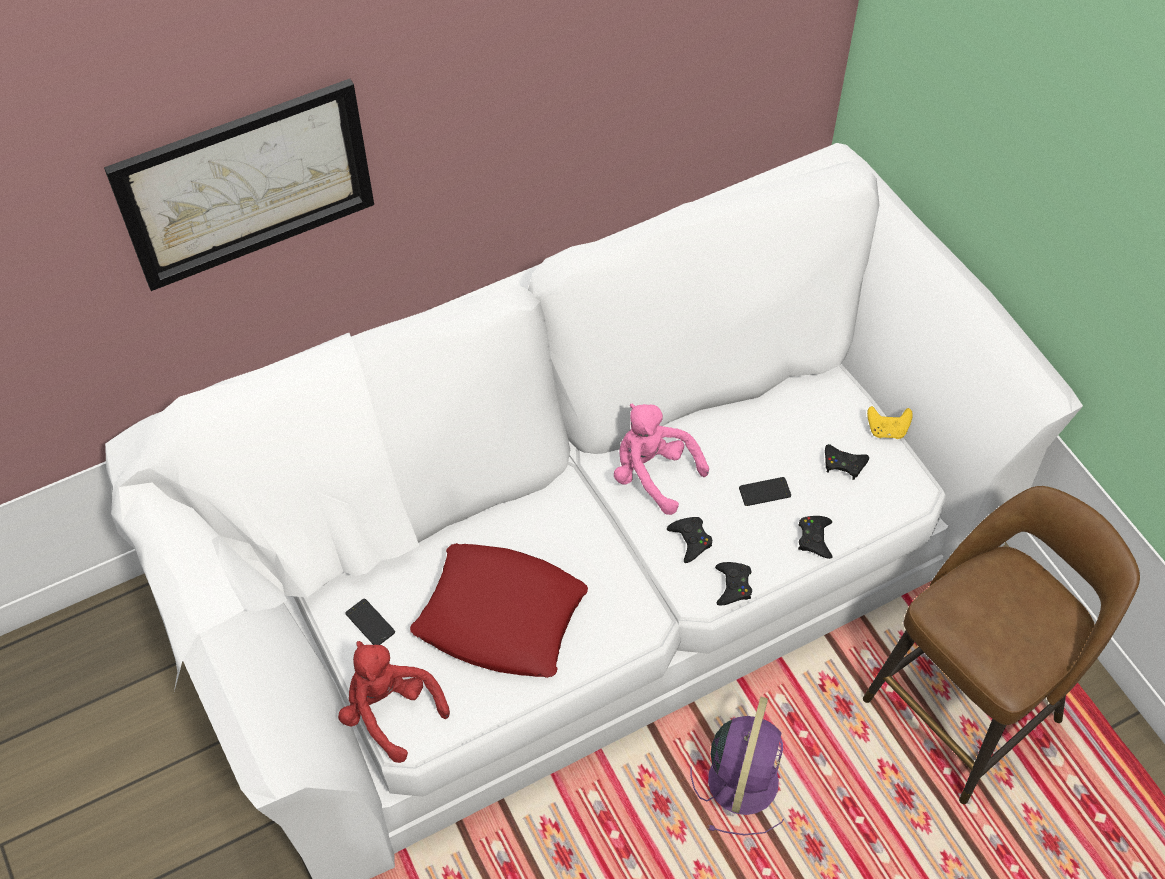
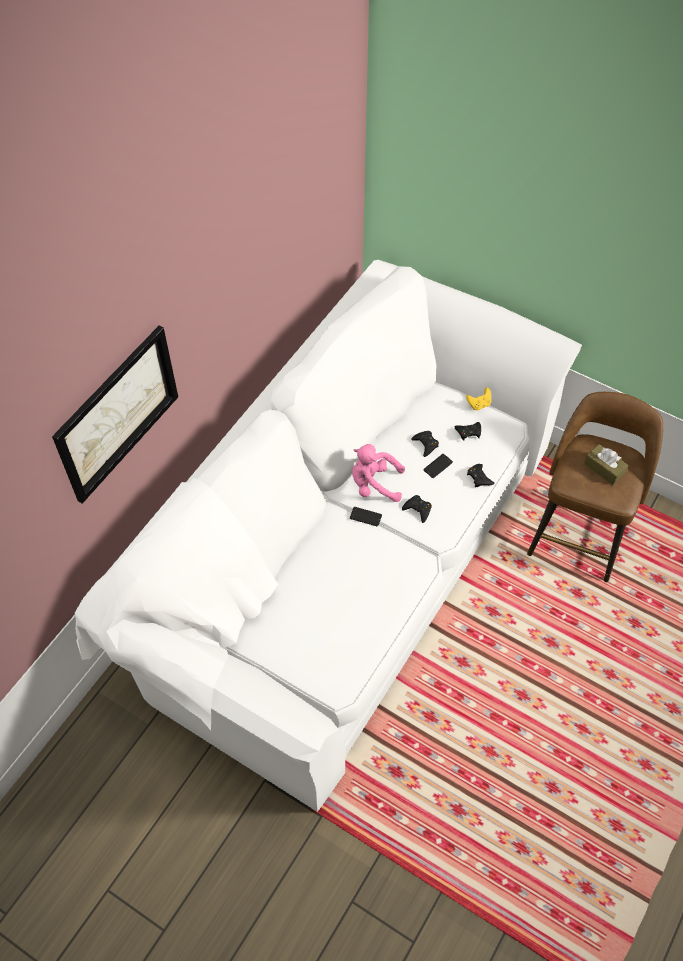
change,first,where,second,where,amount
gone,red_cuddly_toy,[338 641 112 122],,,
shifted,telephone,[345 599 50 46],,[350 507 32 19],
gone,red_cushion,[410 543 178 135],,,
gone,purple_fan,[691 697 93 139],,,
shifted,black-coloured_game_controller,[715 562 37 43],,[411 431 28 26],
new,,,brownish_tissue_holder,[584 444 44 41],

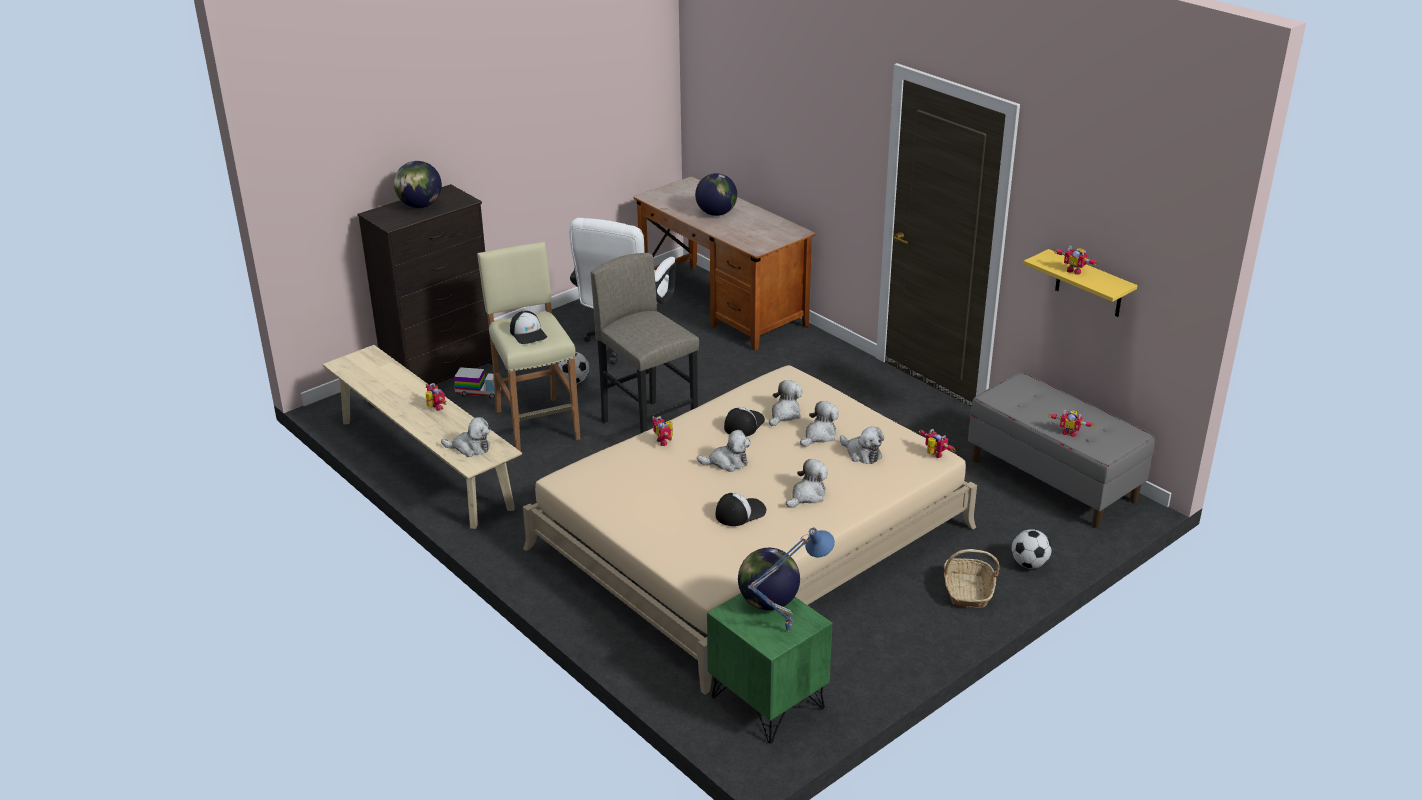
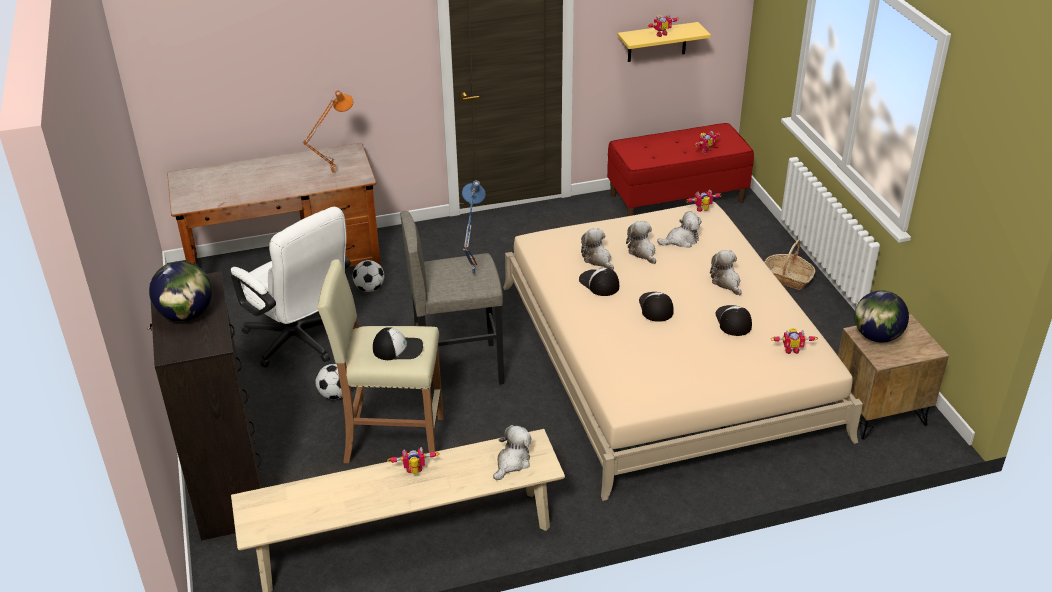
change,first,where,second,where,amount
gone,toy_truck,[454 367 48 32],,,
shifted,robot_figure,[652 416 21 30],,[771 328 47 26],
gone,desk_globe,[695 173 42 43],,,
swapped,cuddly_toy,[697 430 54 42],cap,[639 292 35 30],
repainted,green_nightstand,[707 593 125 151],brownish_nightstand,[838 314 111 126],
shifted,blue_lamp_for_a_table,[748 528 87 104],,[462 180 24 95],
repainted,gray_bench,[968 372 187 156],red_bench,[607 123 147 93],
shifted,football_ball,[1012 529 40 40],,[353 260 31 32],
new,,,orangey_lamp_for_a_table,[302 90 51 84],

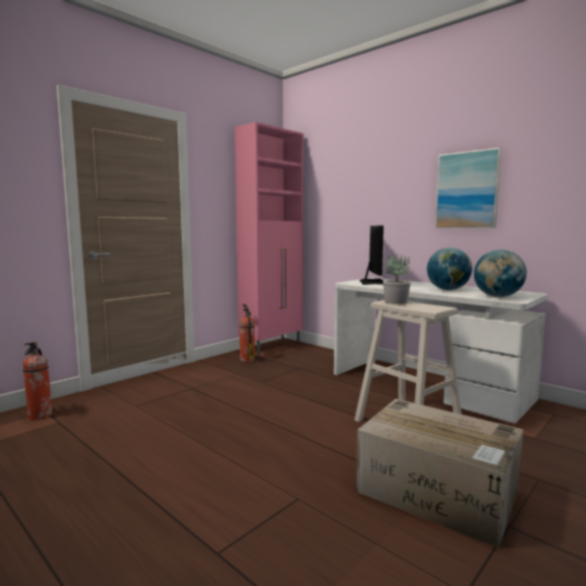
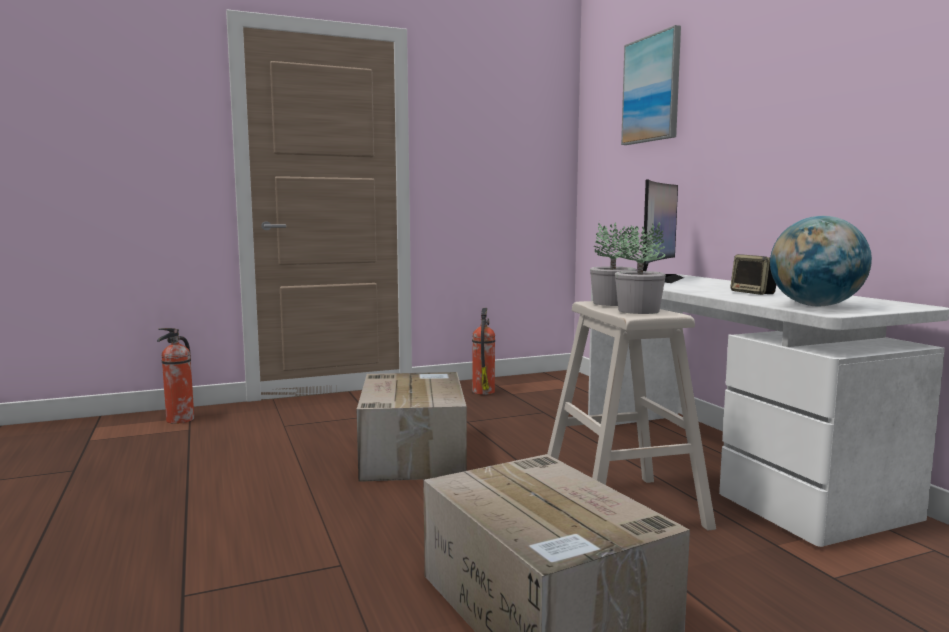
change,first,where,second,where,amount
gone,pink-coloured_cupboard,[235 122 68 233],,,
swapped,desk_globe,[427 247 45 43],loudspeaker,[730 254 46 41],
shifted,picture,[435 148 66 80],,[621 25 60 120],
new,,,carton,[357 372 110 110],
new,,,plant_in_a_pot,[615 222 51 92],

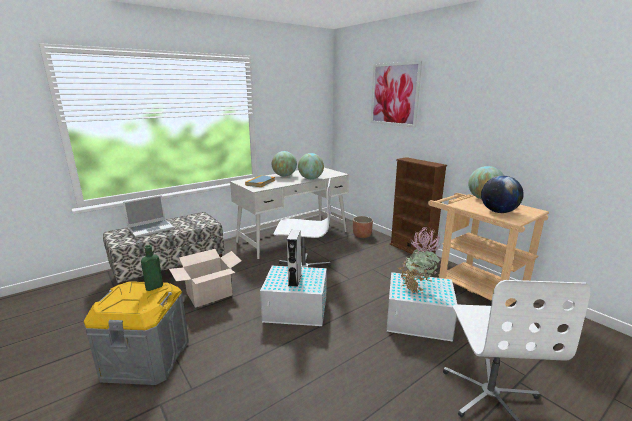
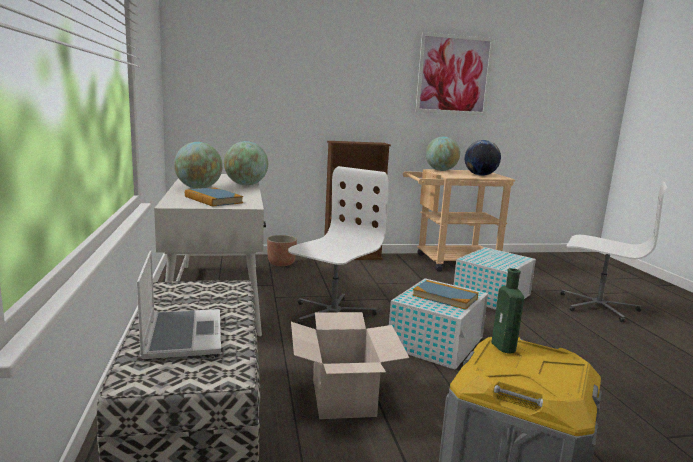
change,first,where,second,where,amount
swapped,gray_loudspeaker,[287 230 15 57],volume,[413 280 65 30],
shifted,picture,[371 61 51 66],,[415 32 79 83],
gone,plant_in_a_pot,[397 227 44 67],,,

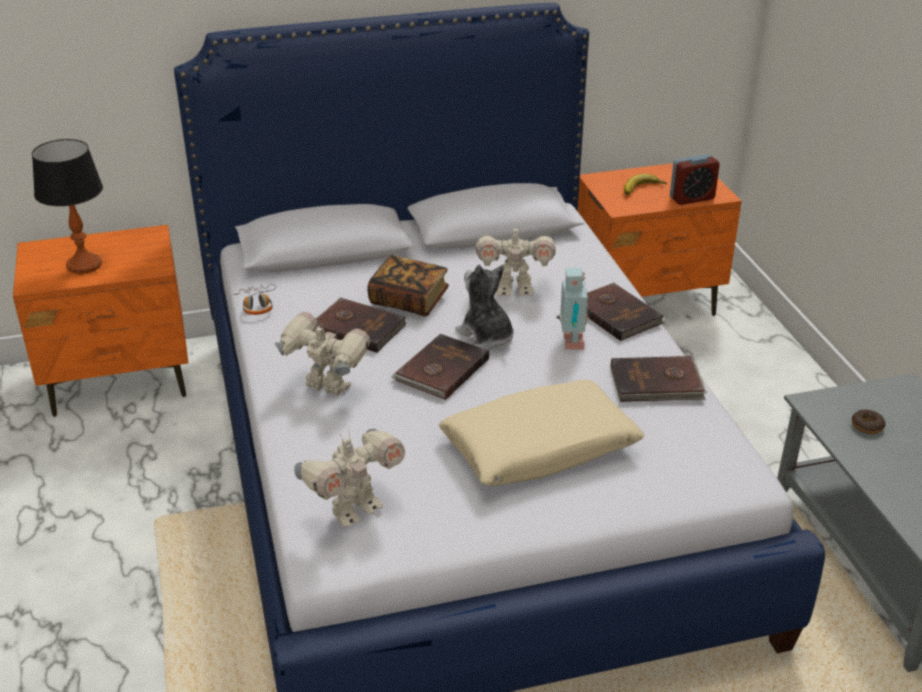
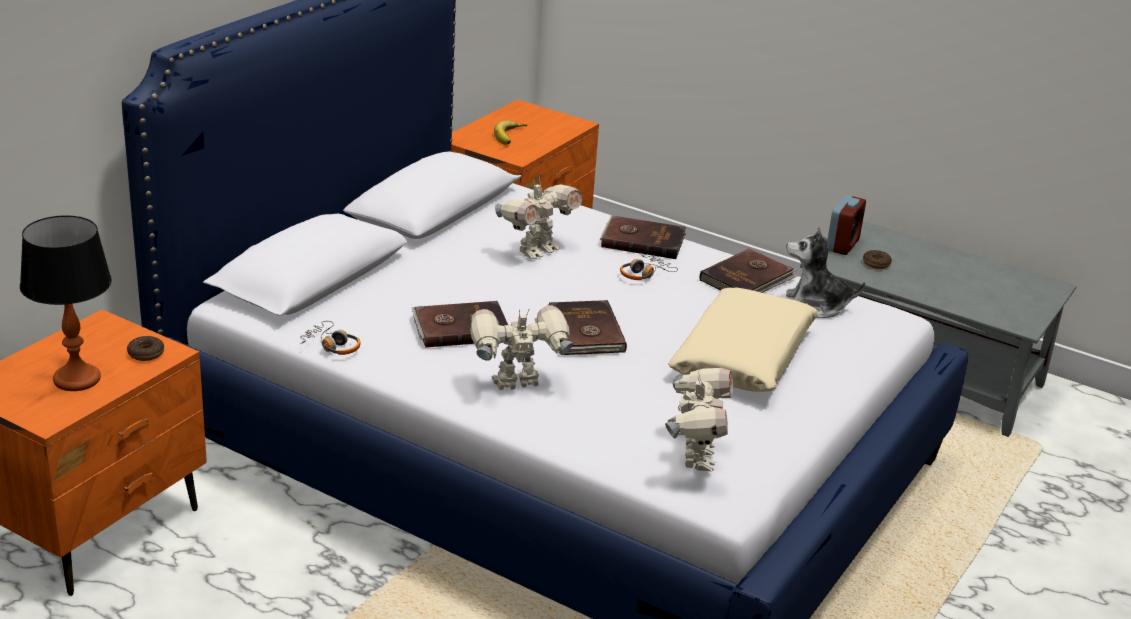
change,first,where,second,where,amount
gone,volume,[367 255 82 61],,,
shifted,cuddly_toy,[455 265 59 85],,[786 227 79 91],
swapped,robot_figure,[556 268 33 82],pair_of_headphones,[620 255 58 25],
shifted,alarm_clock,[670 154 50 51],,[828 195 38 60],
new,,,donut,[127 336 37 25],

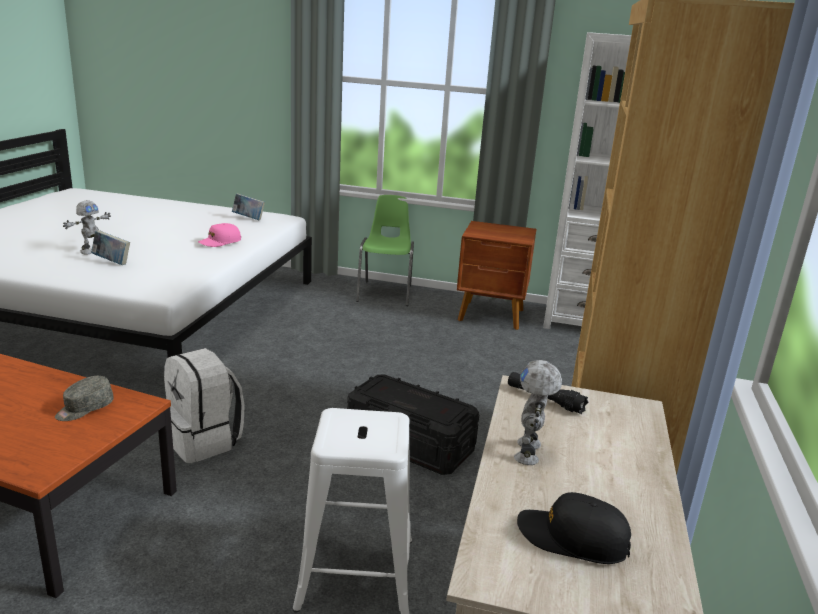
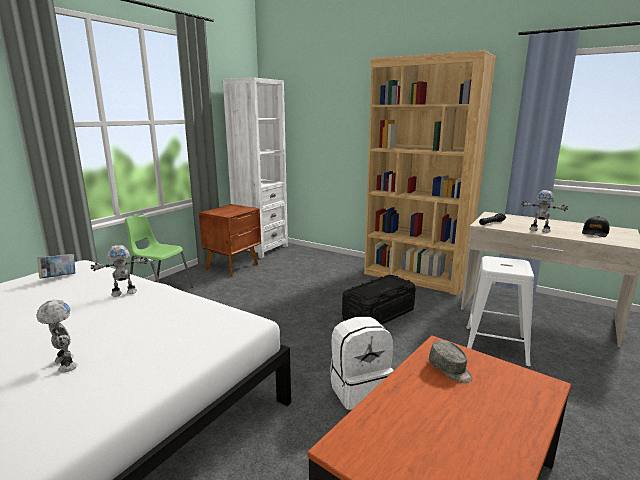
change,first,where,second,where,amount
gone,volume,[91 231 39 34],,,
swapped,pink-coloured_cap,[198 223 43 24],robot_figure,[90 245 58 52],

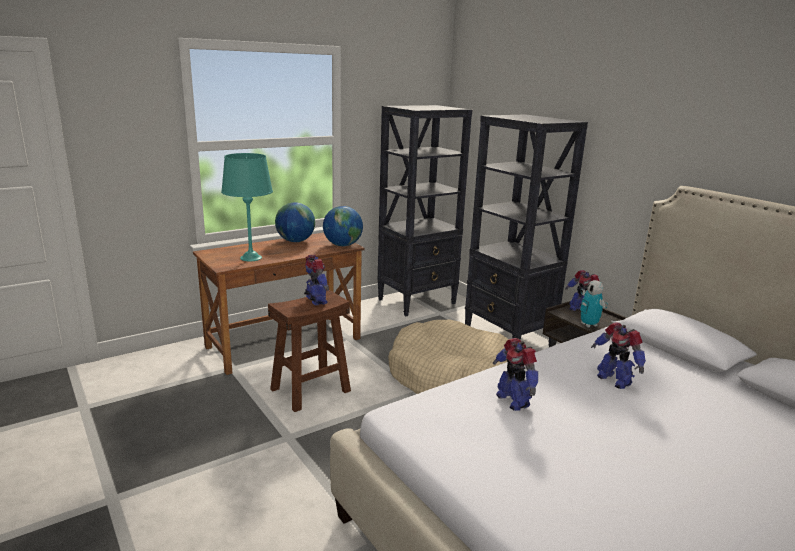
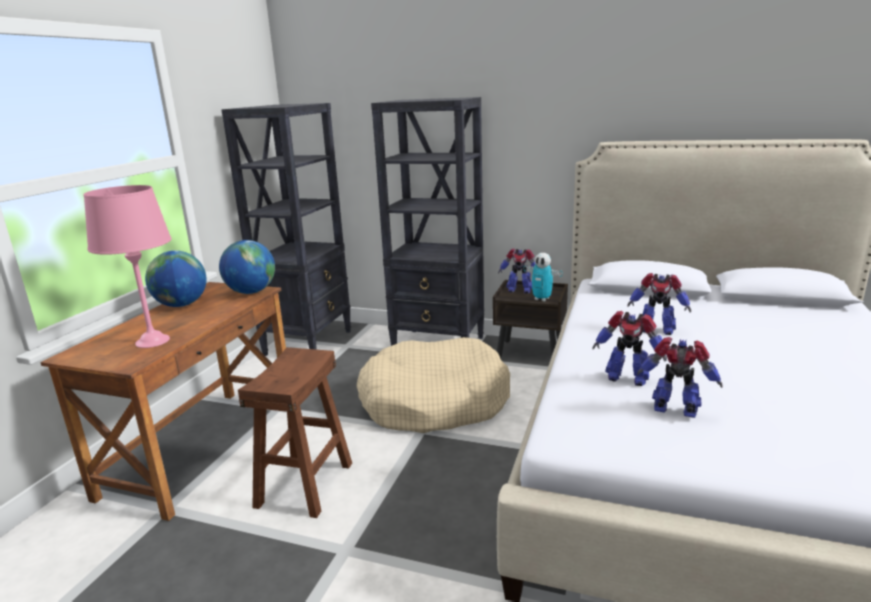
change,first,where,second,where,amount
repainted,blue-green_lamp_for_a_table,[221 153 52 108],pink-coloured_lamp_for_a_table,[83 185 89 163],
shifted,robot_figure,[304 255 25 50],,[637 337 86 81],

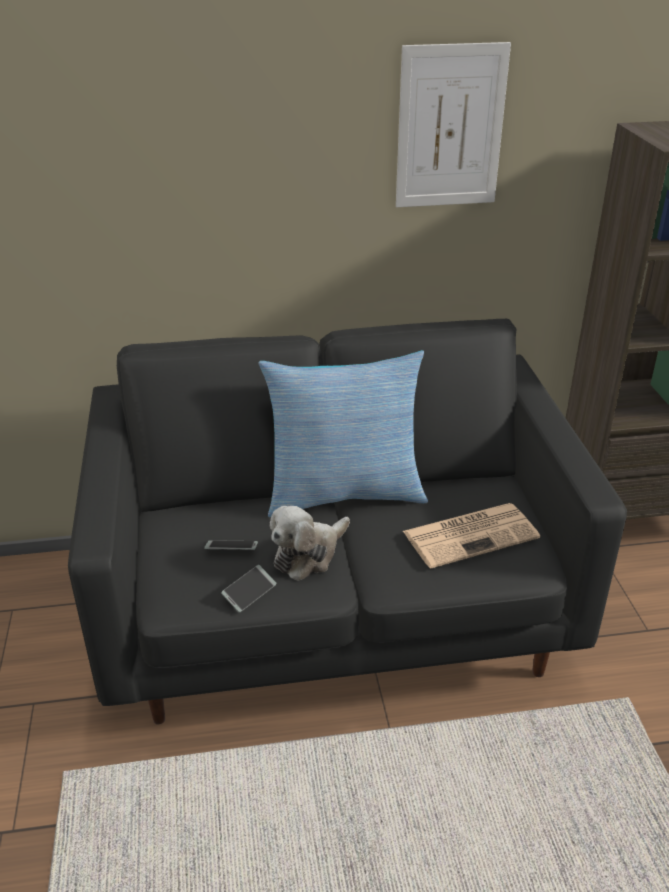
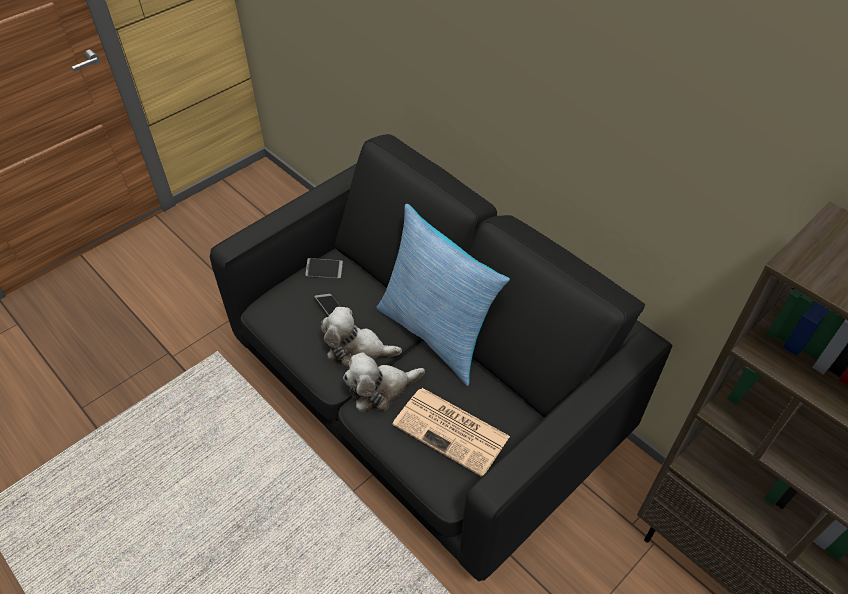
change,first,where,second,where,amount
shifted,telephone,[221 565 55 48],,[305 258 38 20],
gone,picture,[396 42 115 165],,,
new,,,cuddly_toy,[343 352 82 59],

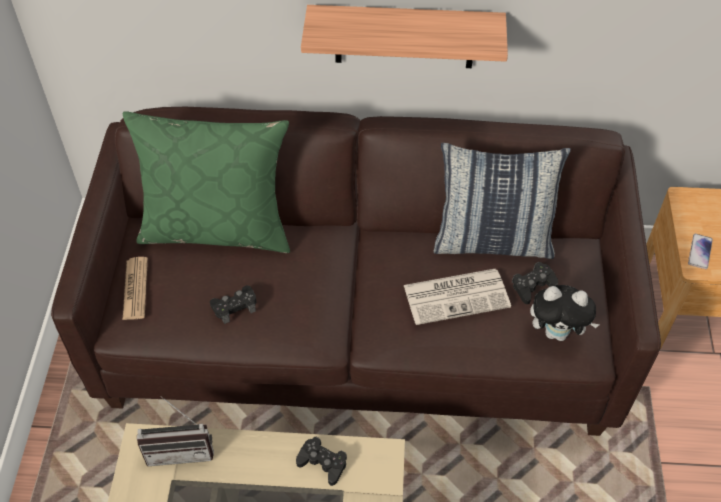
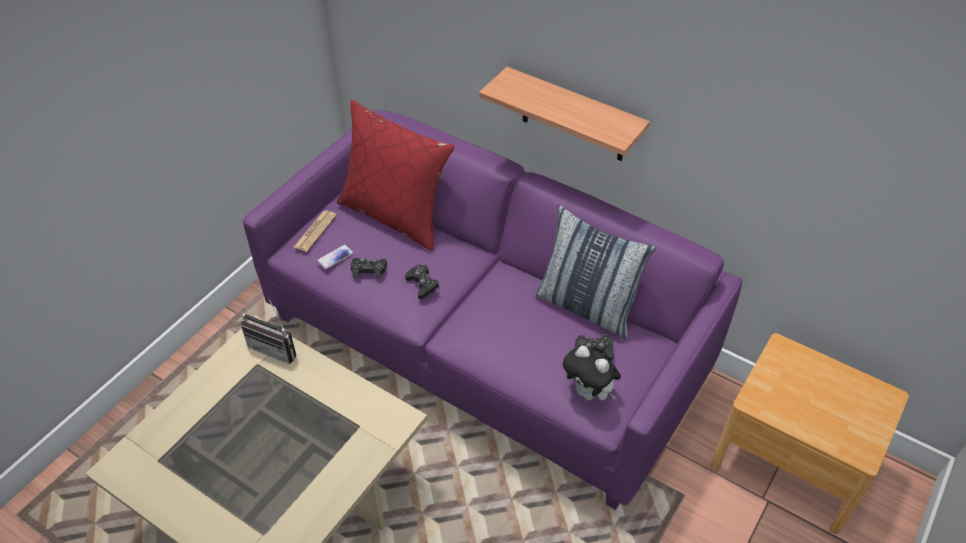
change,first,where,second,where,amount
repainted,brownish_sofa,[51 107 610 329],purple_sofa,[243 110 499 400],
repainted,green_cushion,[123 111 167 142],red_cushion,[337 100 118 151],
shifted,black-coloured_game_controller,[296 437 51 49],,[405 265 34 34],
gone,printed_paper,[404 269 107 56],,,
shifted,telephone,[688 234 25 35],,[317 244 37 25],

